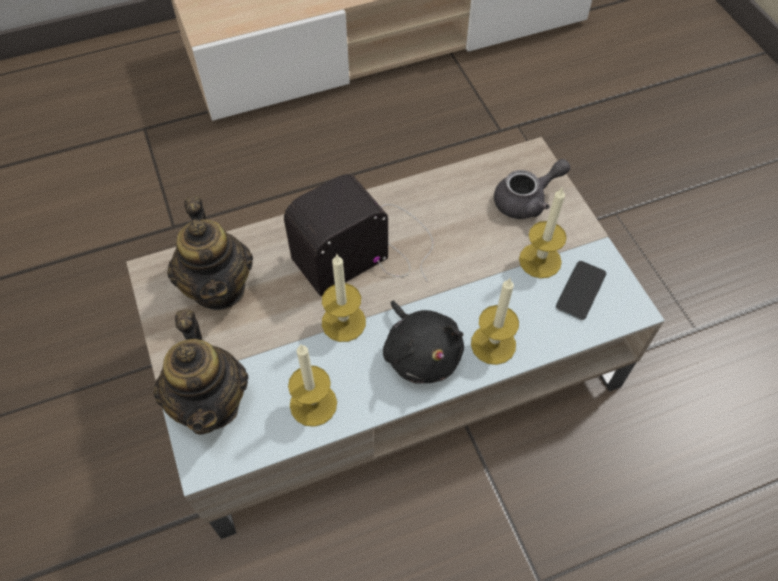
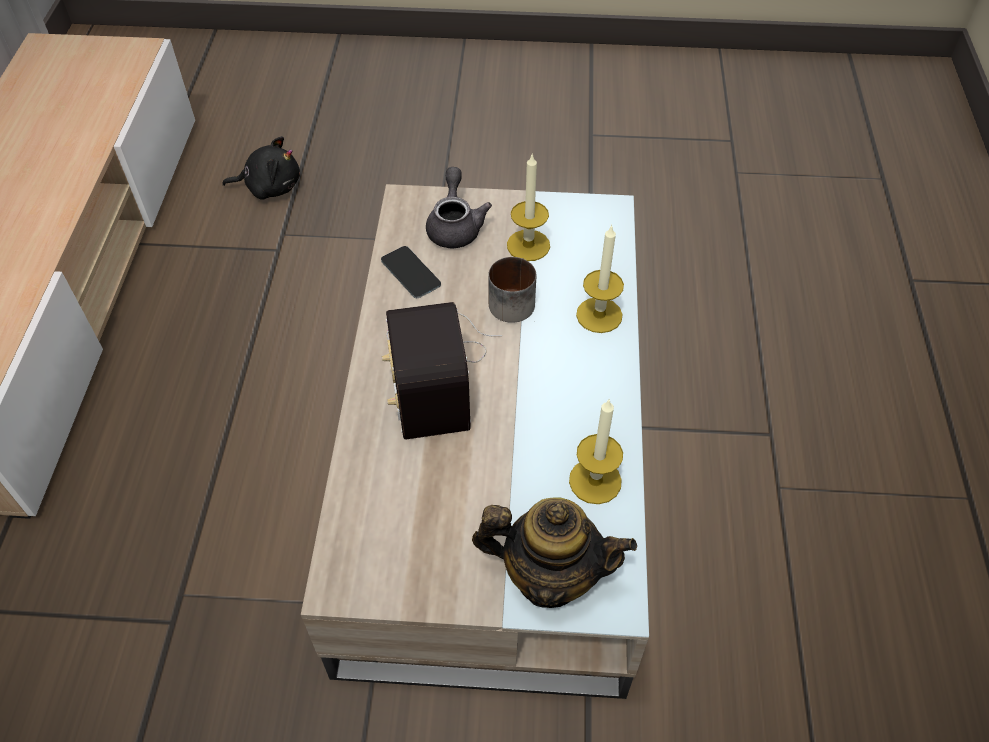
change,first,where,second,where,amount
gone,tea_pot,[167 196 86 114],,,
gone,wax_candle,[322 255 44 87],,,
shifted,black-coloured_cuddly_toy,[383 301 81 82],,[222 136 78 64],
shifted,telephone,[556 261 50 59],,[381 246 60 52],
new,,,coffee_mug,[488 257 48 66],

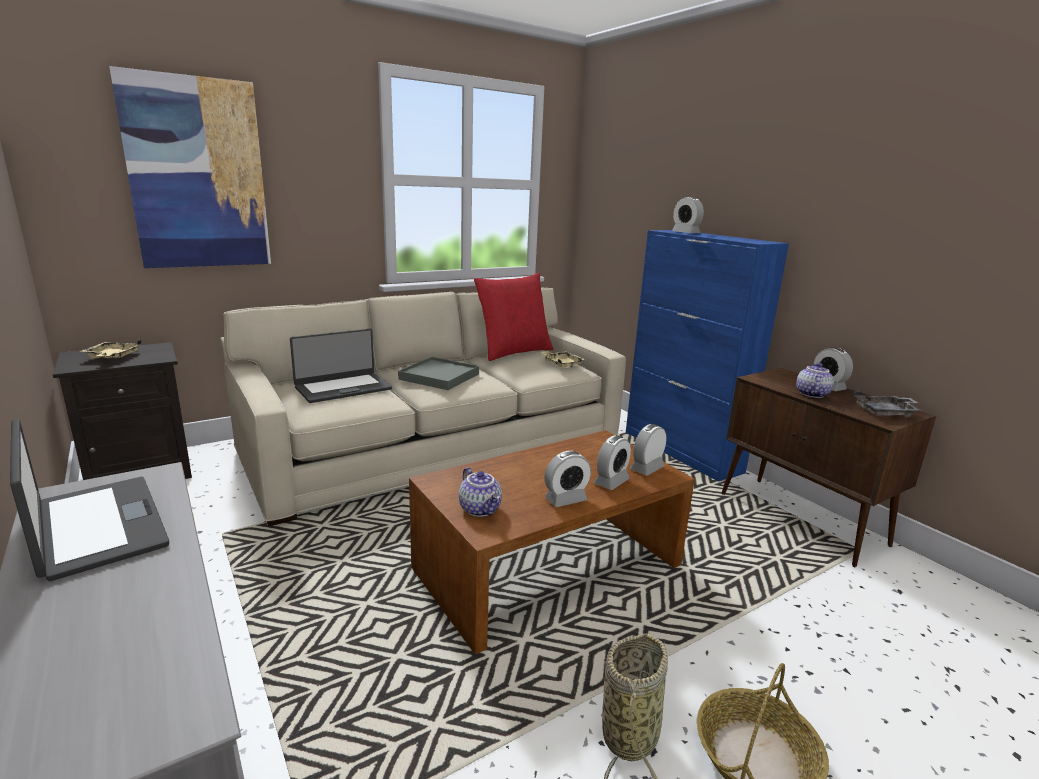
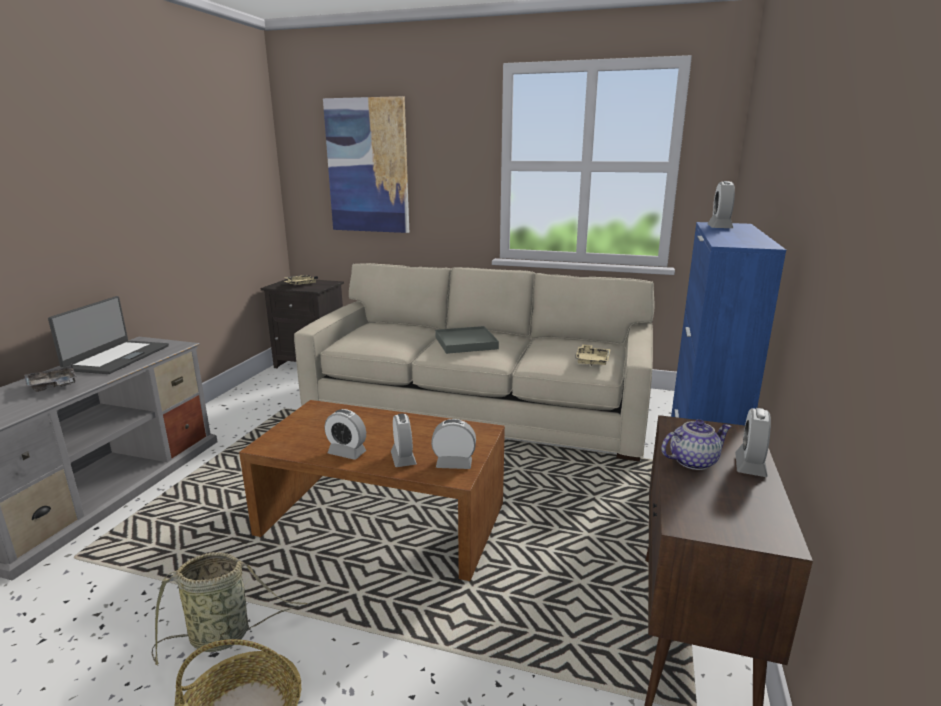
change,first,where,second,where,amount
gone,notebook_computer,[290 329 102 74],,,
gone,tea_pot,[459 467 43 50],,,
gone,red_cushion,[474 273 79 88],,,
rotated,alarm_clock,[593 435 38 55],,[391 414 26 53],105 degrees counterclockwise
shifted,gray_tray,[854 391 68 26],,[24 363 52 29],

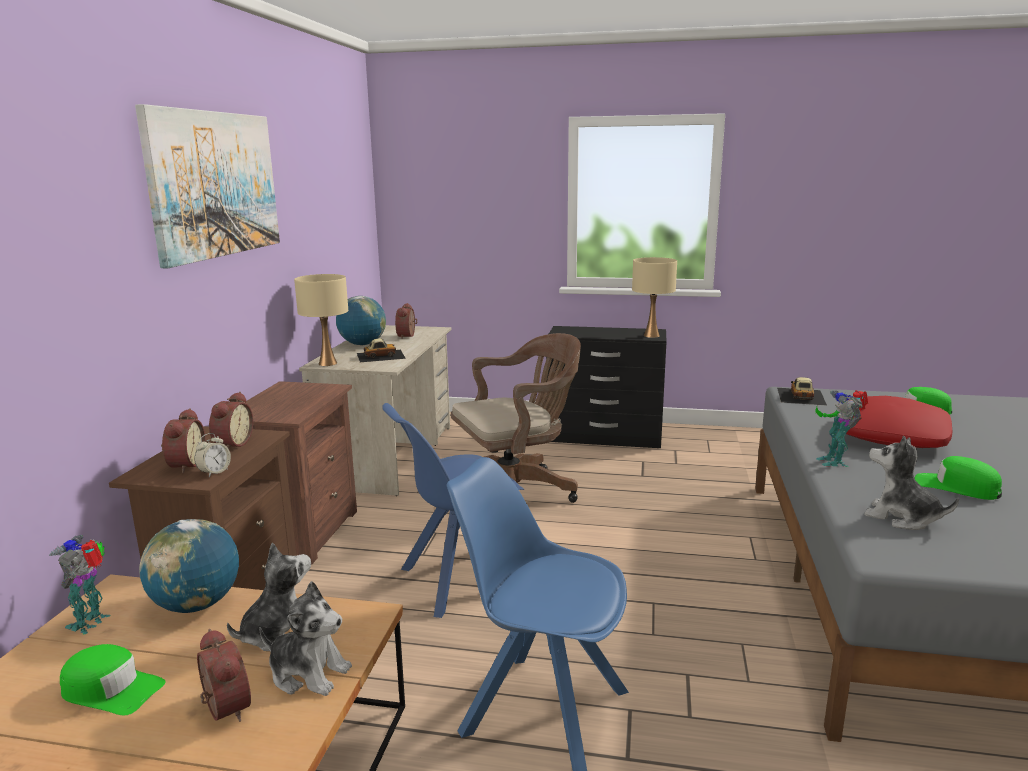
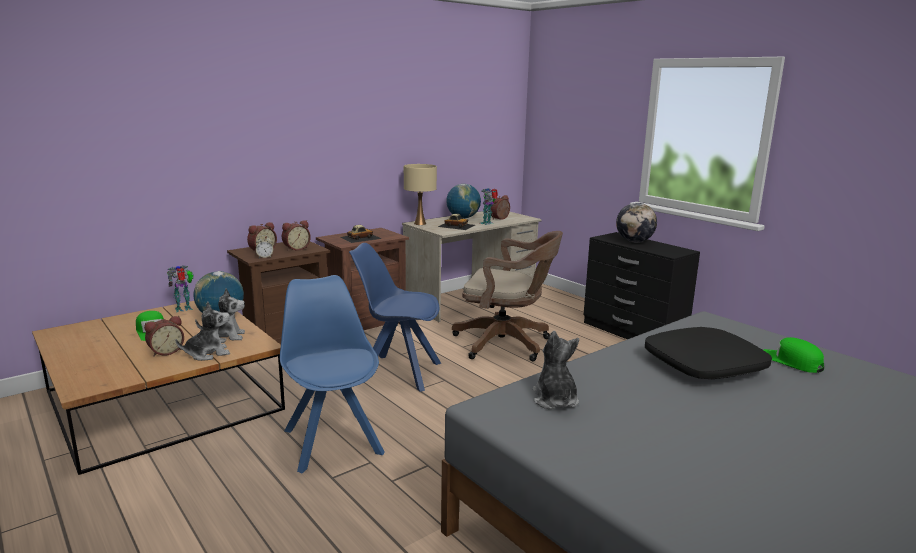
change,first,where,second,where,amount
gone,picture,[135 104 145 164],,,
rotated,alarm_clock,[197 629 54 93],,[144 316 40 41],45 degrees clockwise
rotated,cuddly_toy,[259 581 93 115],,[175 302 55 59],90 degrees counterclockwise
gone,beige_lamp_for_a_table,[632 257 45 81],,,
shifted,miniature_car,[777 377 50 28],,[340 225 42 18],
shifted,robot_figure,[816 390 52 77],,[480 188 18 37],
repainted,red_cushion,[846 396 107 52],black-coloured_cushion,[645 327 127 52],
gone,green_cap,[915 456 87 44],,,
new,,,desk_globe,[616 203 41 39],

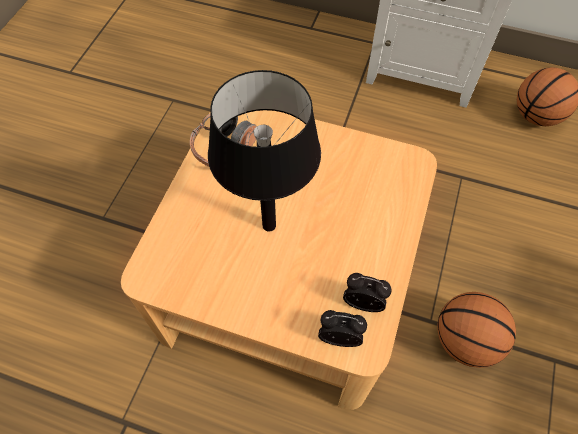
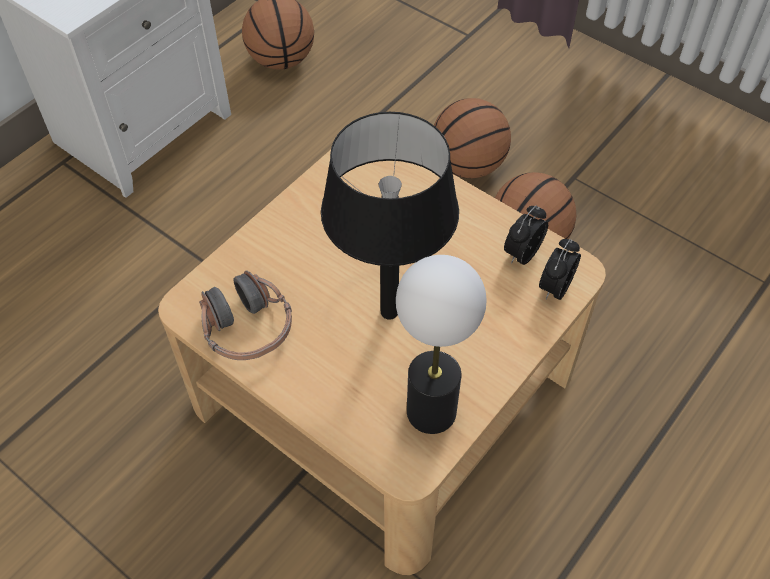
change,first,where,second,where,amount
new,,,lamp_for_a_table,[396 255 90 179],
new,,,basketball_ball,[434 98 77 80],

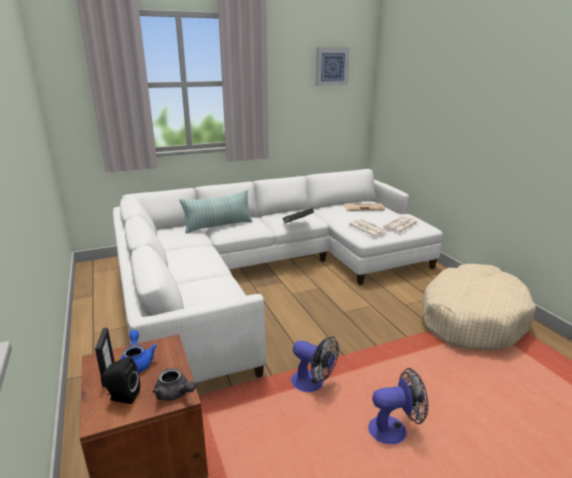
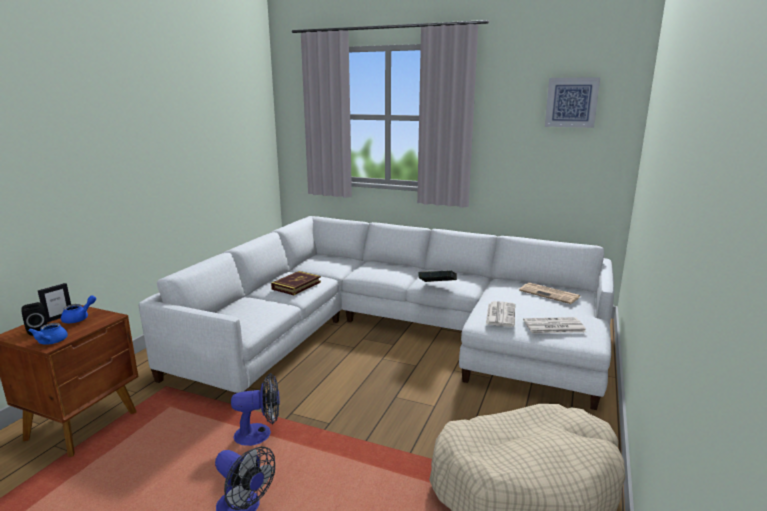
change,first,where,second,where,amount
repainted,gray_tea_pot,[153 368 43 33],blue_tea_pot,[28 323 40 22],
gone,cushion,[180 190 72 44],,,
rotated,fan,[291 336 48 56],,[231 373 49 73],90 degrees counterclockwise
new,,,volume,[271 271 50 24],

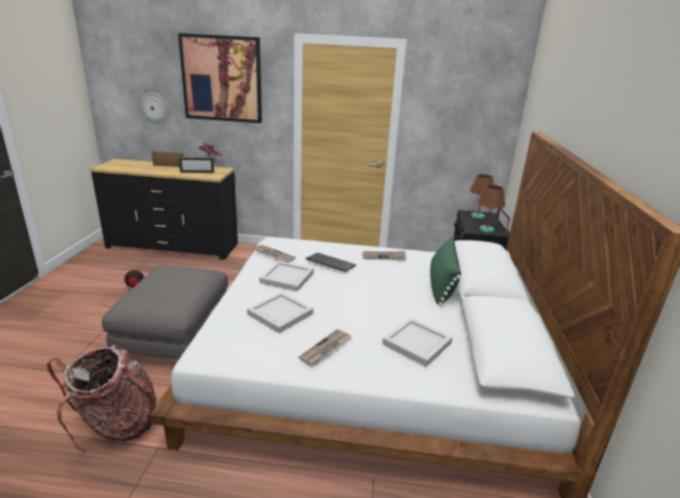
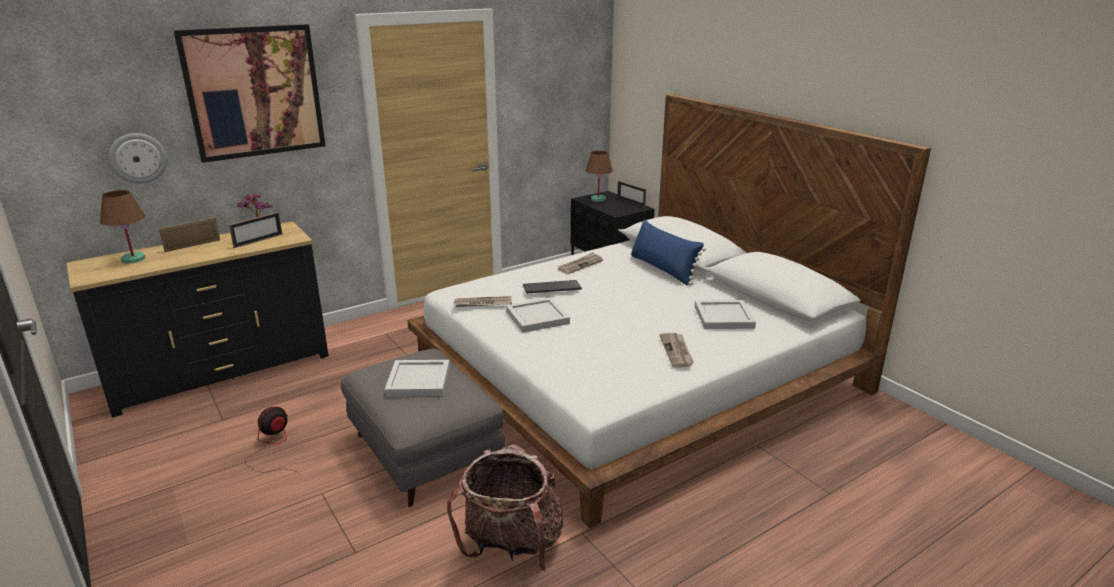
change,first,where,second,where,amount
shifted,white-coloured_tray,[247 292 66 41],,[385 360 65 37],
repainted,green_cushion,[430 237 31 69],blue_cushion,[631 219 75 67],
shifted,brownish_lamp_for_a_table,[478 185 27 48],,[100 190 45 73],

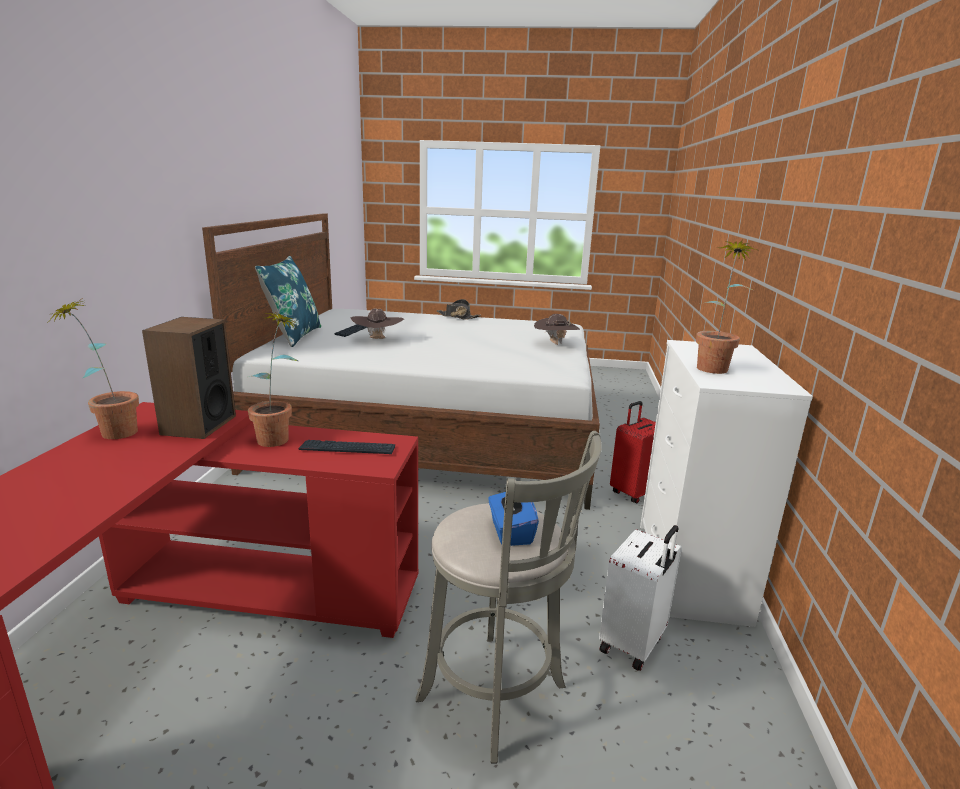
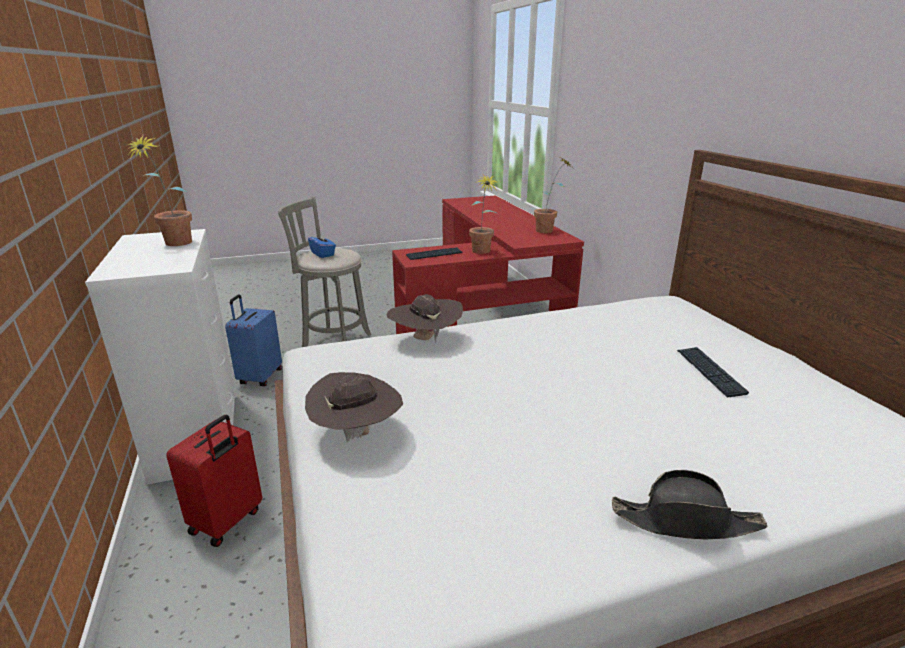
change,first,where,second,where,amount
gone,loudspeaker,[142 317 94 122],,,
gone,blue_cushion,[255 256 66 91],,,
shifted,brownish_clothing_hat,[351 309 53 30],,[387 294 76 49],
repainted,white-coloured_suitcase,[599 525 83 146],blue_suitcase,[225 294 57 92],

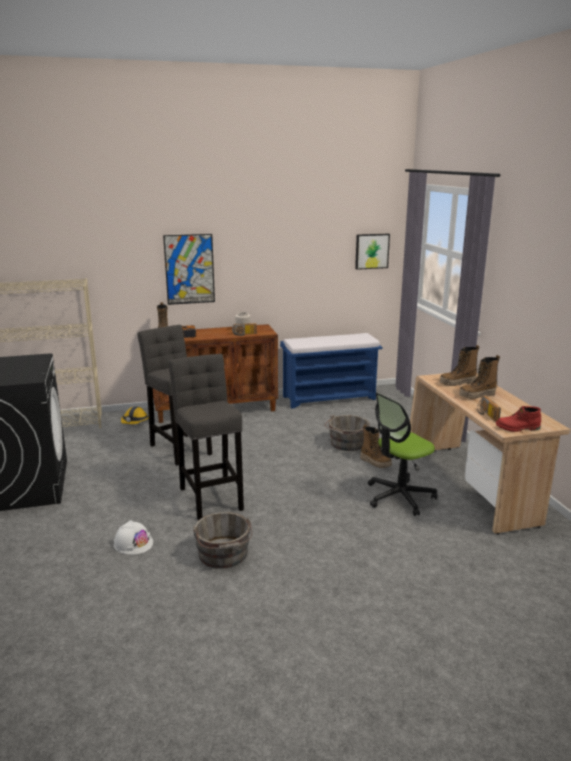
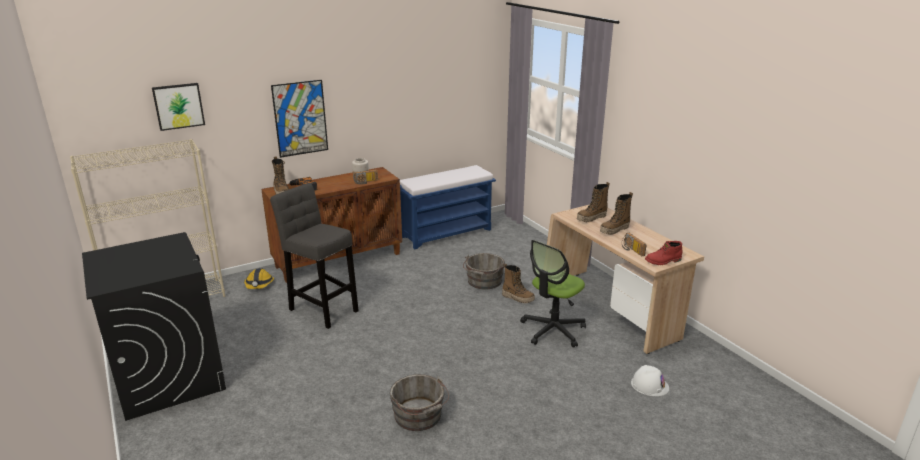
change,first,where,second,where,amount
shifted,white-coloured_work_helmet,[114 520 39 35],,[631 365 38 31],
gone,gray_stool,[169 354 75 166],,,
shifted,picture,[355 234 35 36],,[152 83 53 48],

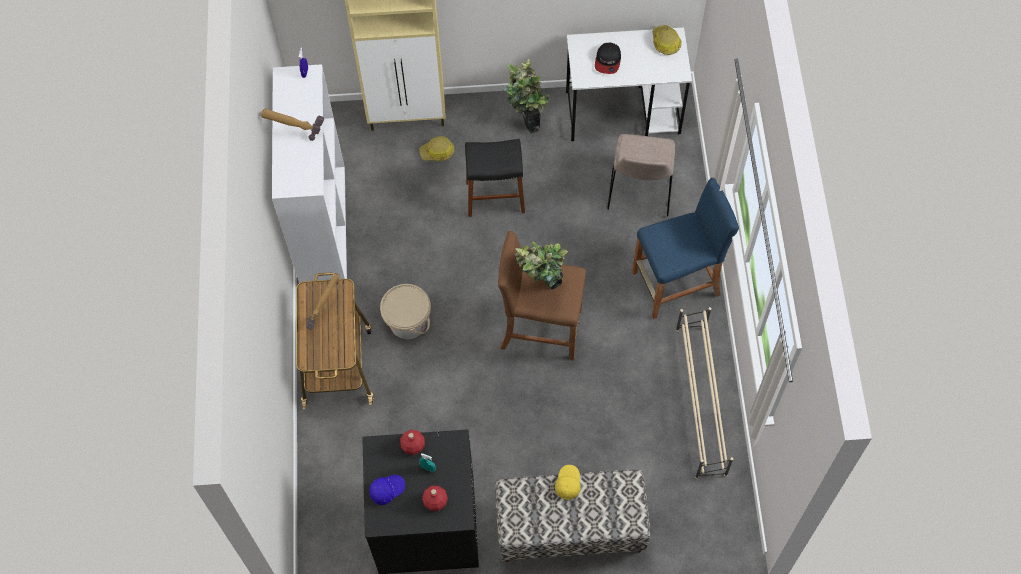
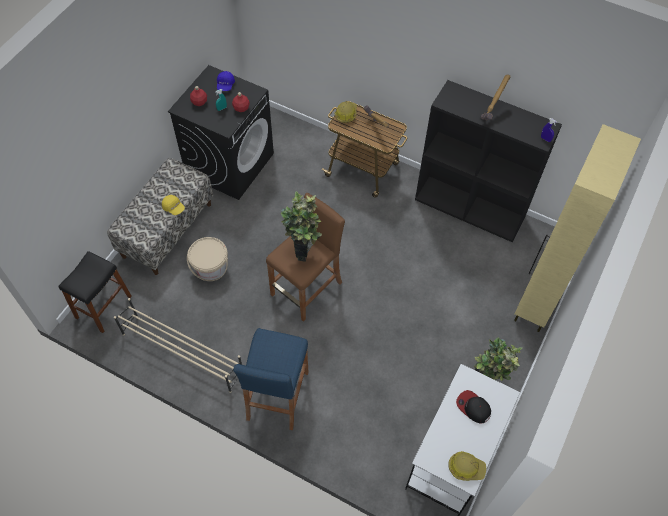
change,first,where,second,where,amount
repainted,white-coloured_shelving_unit,[272 64 75 224],black-coloured_shelving_unit,[415 80 147 162],
shifted,beige_water_bucket,[380 284 51 55],,[187 237 41 44],
shifted,work_helmet,[420 136 34 25],,[335 101 22 22],
shifted,black-coloured_stool,[465 139 60 78],,[59 251 73 82],
gone,beige_chair,[607 134 68 83],,,

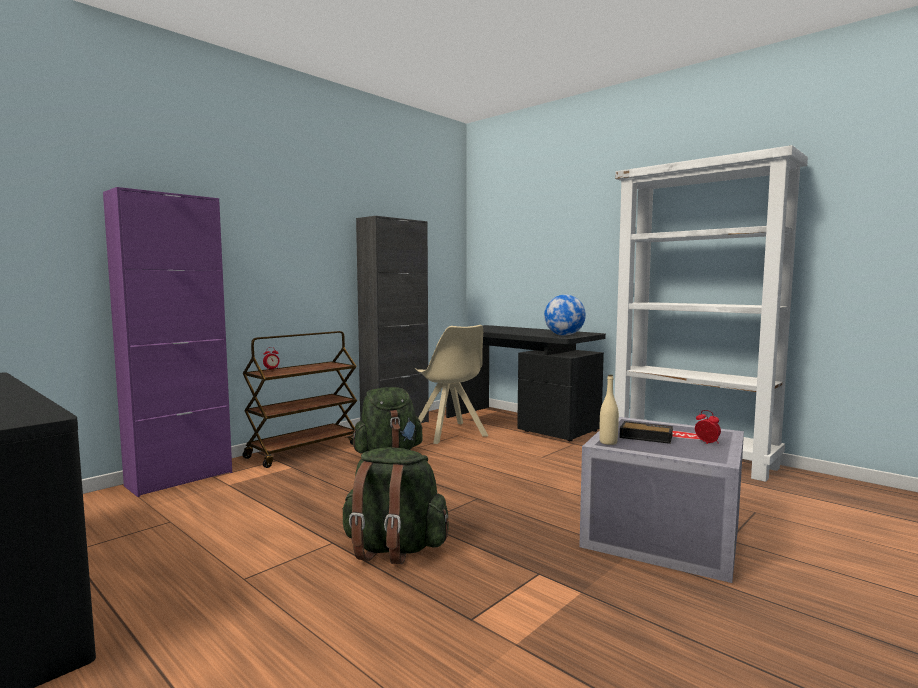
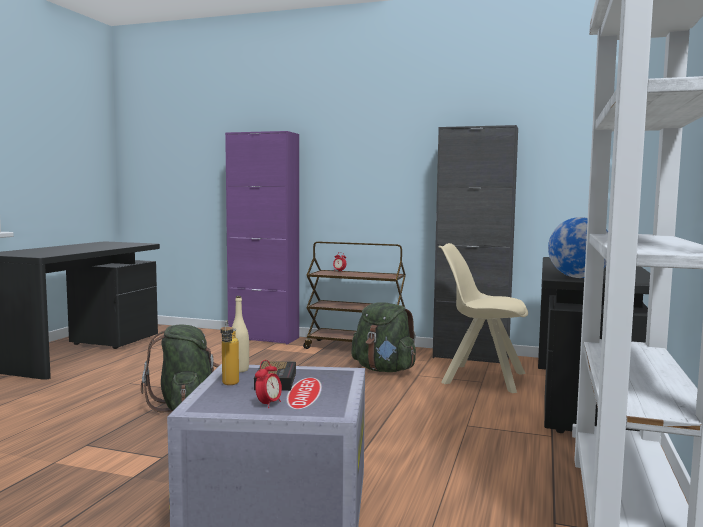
change,first,where,second,where,amount
rotated,beige_chair,[415 325 73 119],,[439 243 89 150],75 degrees clockwise
new,,,drink_bottle,[220 320 19 65],

